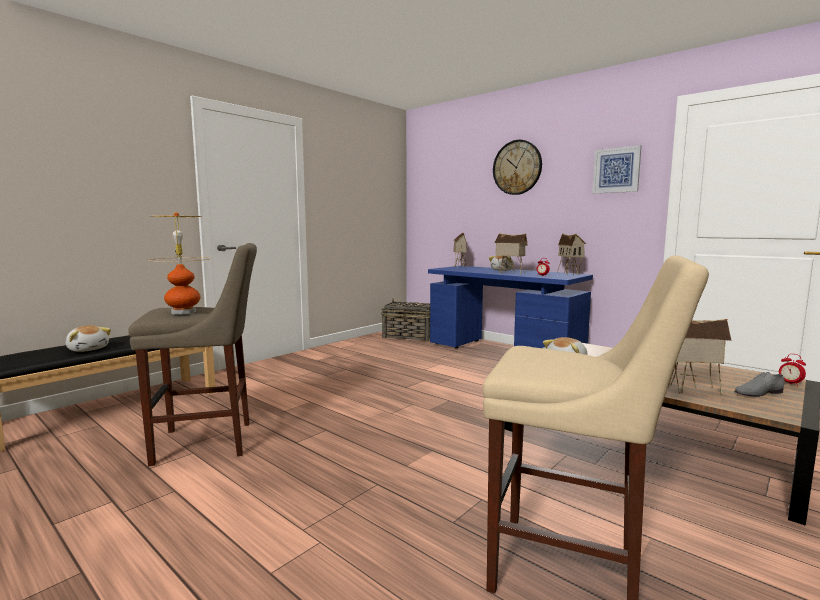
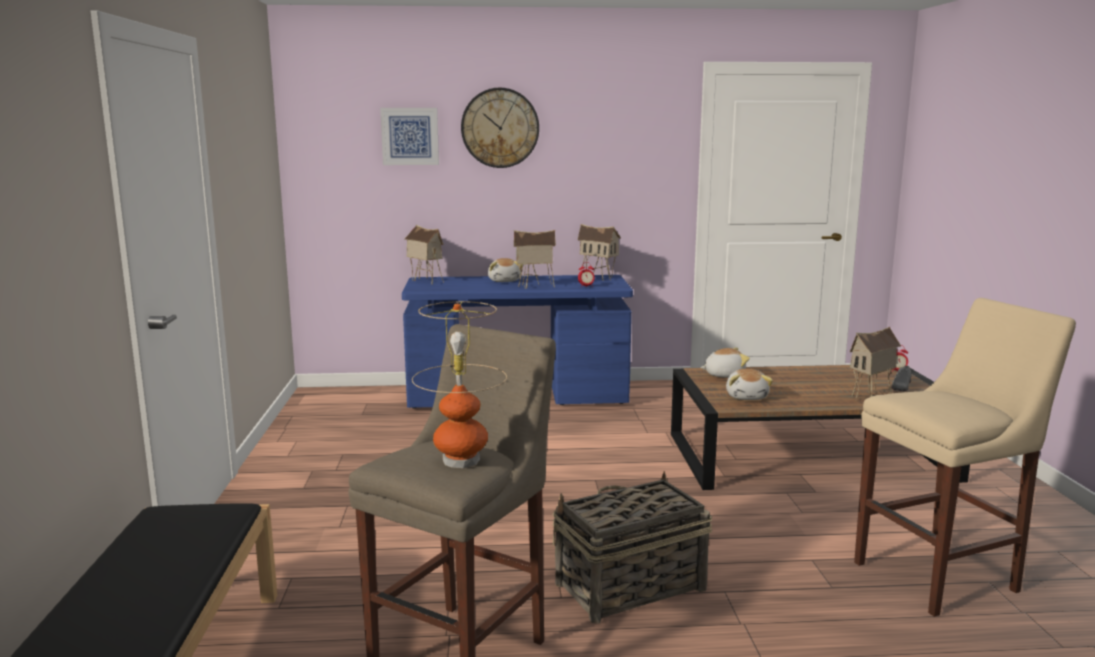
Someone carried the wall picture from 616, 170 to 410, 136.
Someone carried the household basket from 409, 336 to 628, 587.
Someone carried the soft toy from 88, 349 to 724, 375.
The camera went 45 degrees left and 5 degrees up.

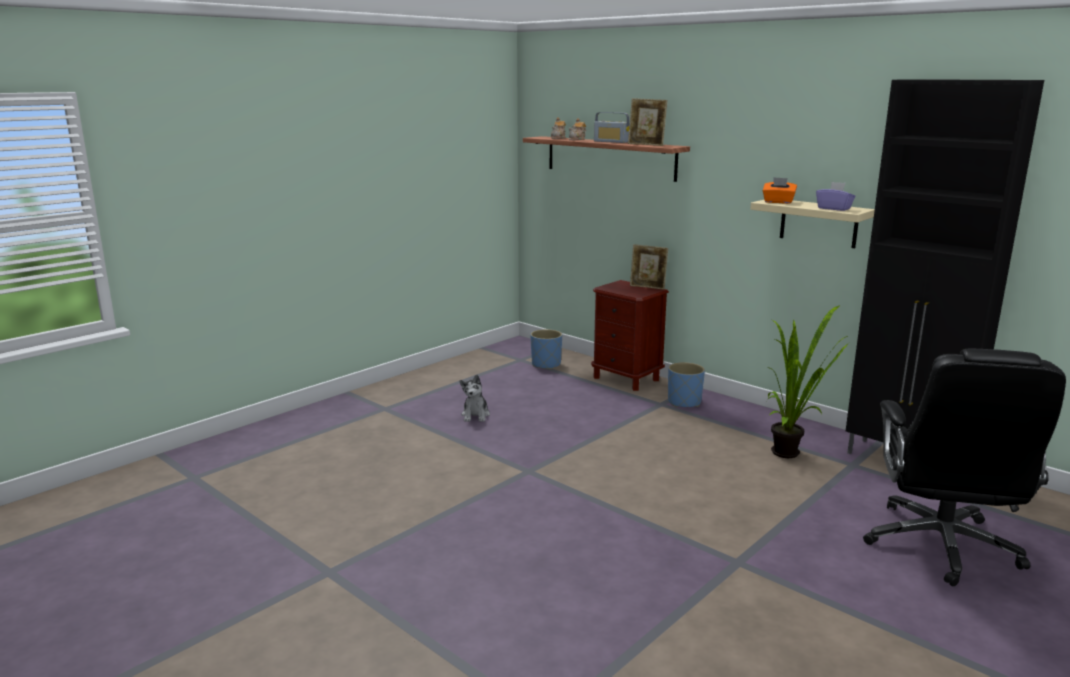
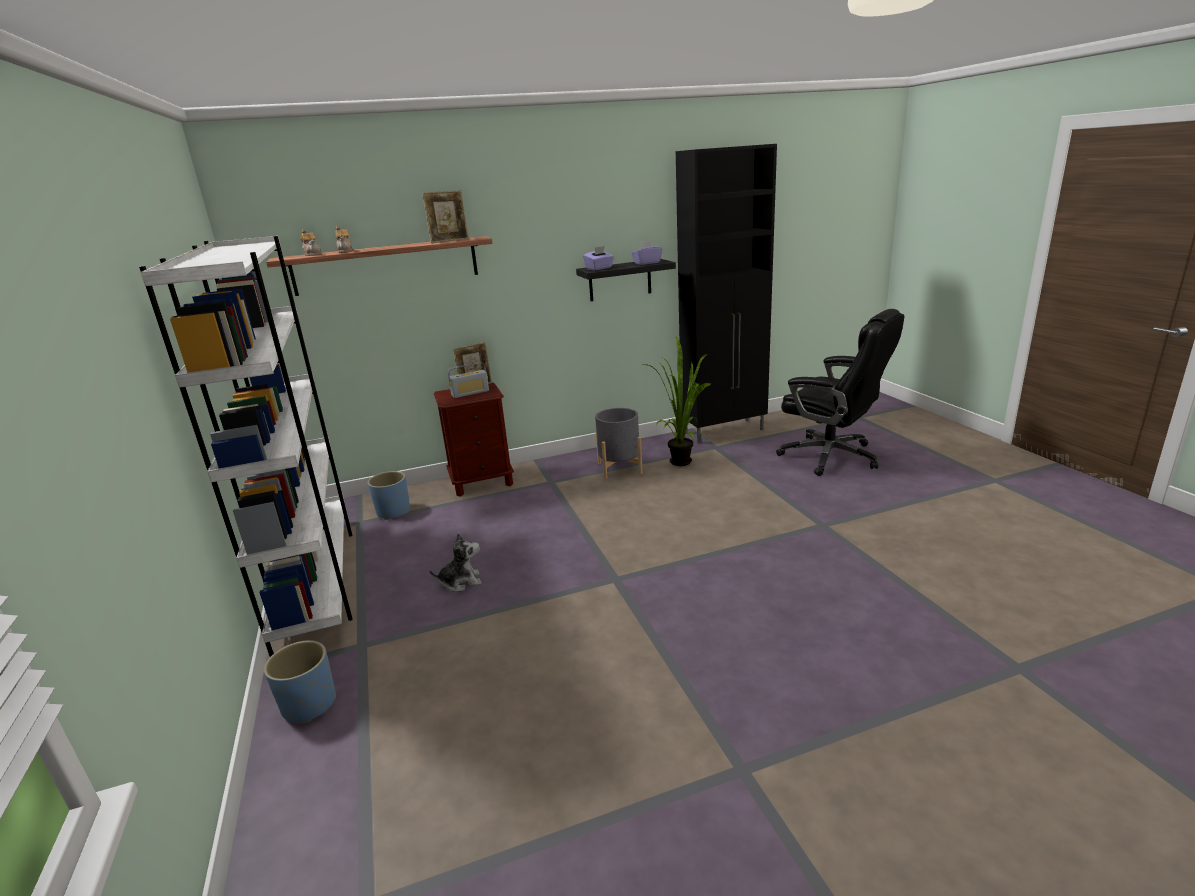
Someone carried the radio receiver from 611, 141 to 470, 393.
Someone repainted the tissue box in orange-coloured at 778, 202, which became the tissue box in purplish at 599, 268.
Someone repainted the shelf in beige at 818, 223, which became the shelf in blackish at 620, 280.
Someone carried the flower pot in bluish from 684, 402 to 309, 705.
Someone rotated the soft toy at 475, 415 by 45 degrees counterclockwise.
Someone put down the bookcase in white at 316, 580.
Someone put down the flower pot in gray at 619, 468.
The camera went 60 degrees left and 5 degrees up.

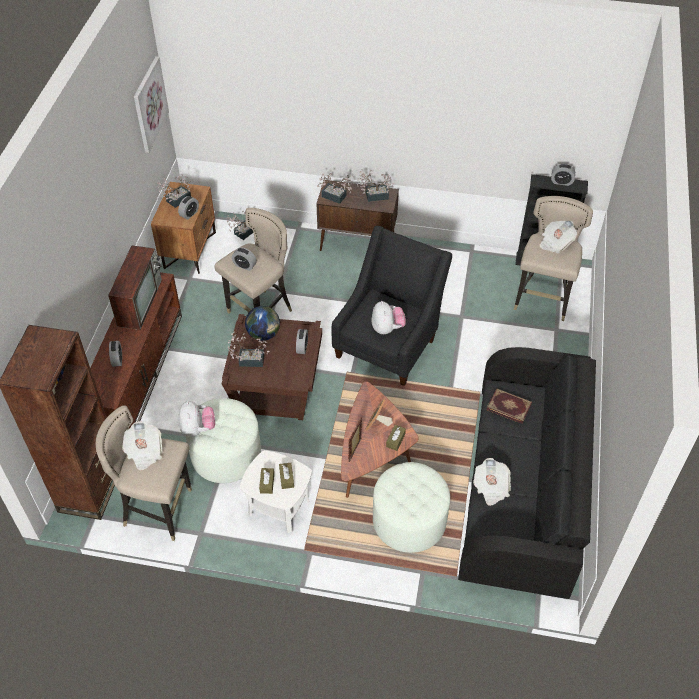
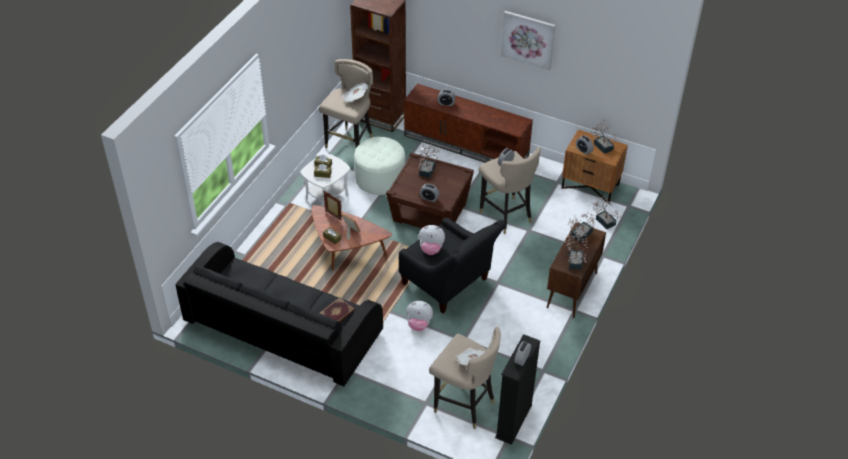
Someone carried the wall picture from 149, 104 to 528, 39.
Someone took away the TV at 139, 301.
Someone took away the world globe at 264, 334.
Someone carried the soft toy from 197, 429 to 419, 324.
Someone took away the printed paper at 491, 488.
Someone took away the ottoman in white at 409, 520.
The camera went 105 degrees right and 5 degrees down.

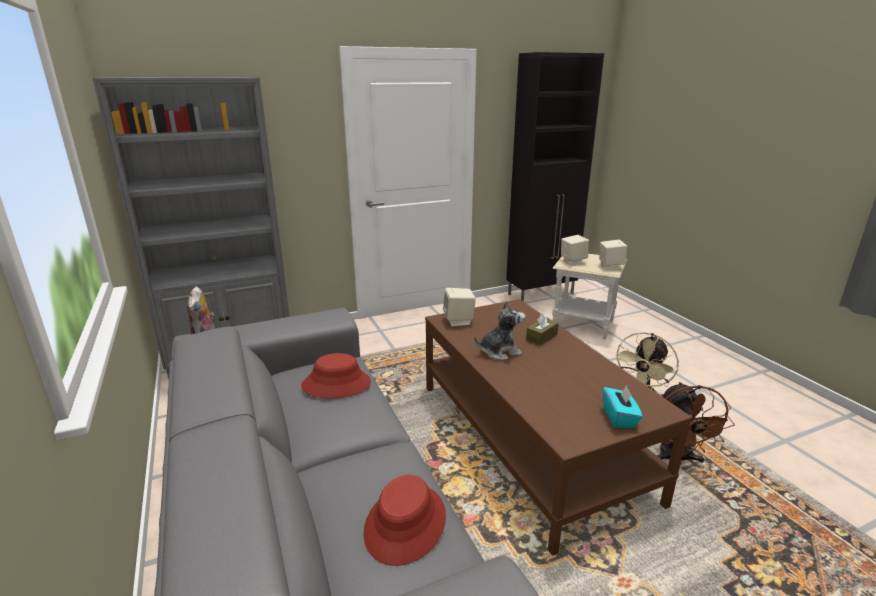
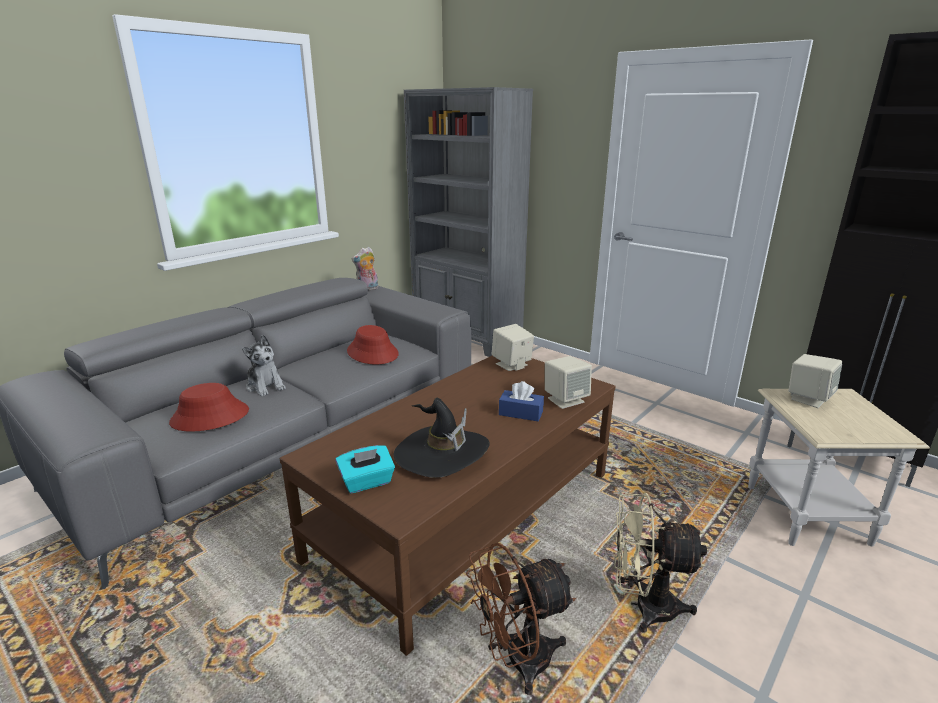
Someone carried the loudspeaker in beige from 610, 266 to 565, 400.
Someone carried the soft toy from 499, 352 to 265, 386.
Someone repainted the tissue box in brown-coloured at 541, 337, which became the tissue box in bluish at 521, 413.
Someone put down the clothing hat in blackish at 441, 454.
The camera went 65 degrees right and 0 degrees up.

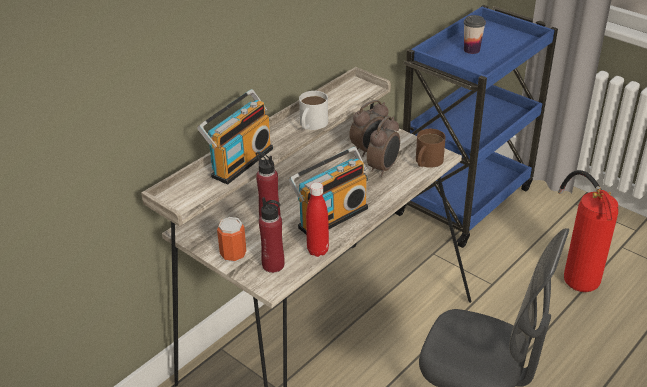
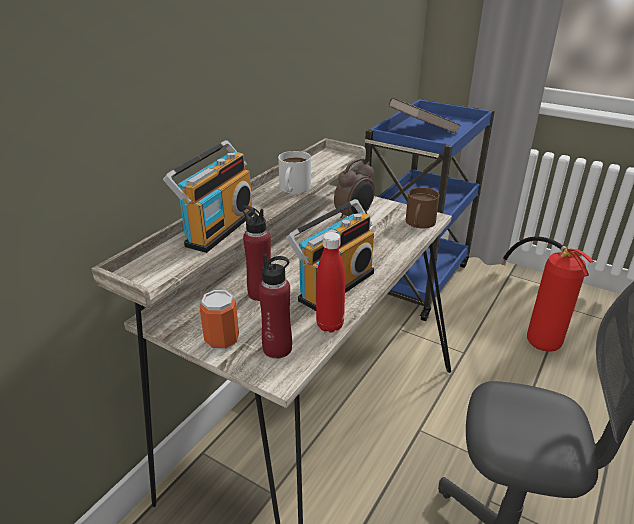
Someone swapped the cup at 471, 50 for the book in brown-coloured at 422, 131.
Someone took away the table clock at 383, 168.
The camera went 10 degrees left and 5 degrees down.

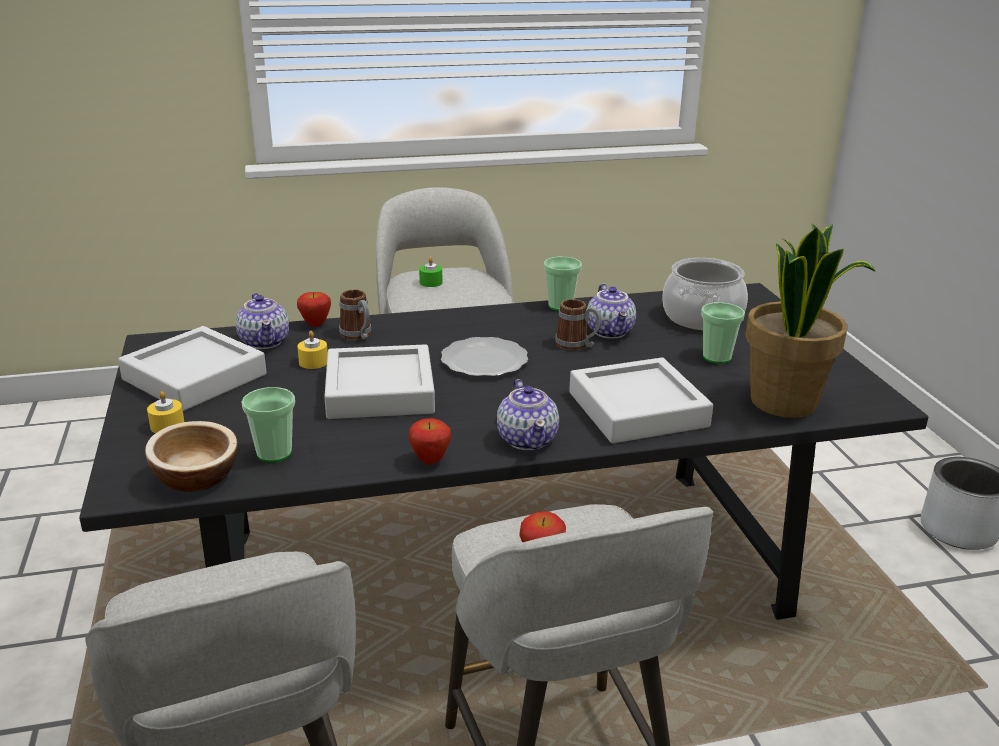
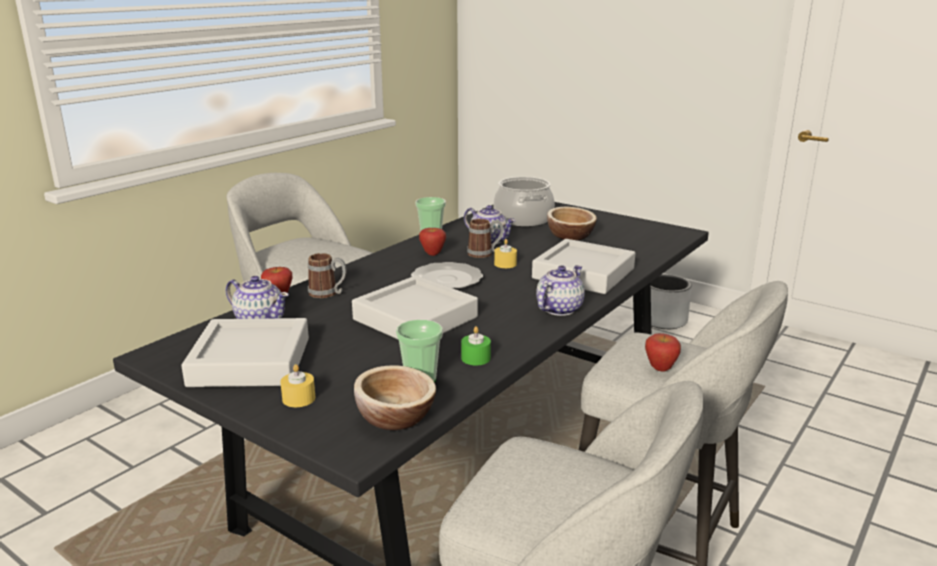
Someone took away the potted plant at 785, 402.
Someone carried the wax light in green-coloured from 431, 282 to 475, 358.
Someone swapped the cup at 717, 357 for the deep dish at 570, 236.
Someone carried the wax light in yellow-coloured from 313, 362 to 505, 264.
Someone rotated the tea pot at 527, 439 by 90 degrees counterclockwise.
Someone carried the whole apple from 430, 461 to 433, 254.
The camera went 40 degrees left and 5 degrees down.

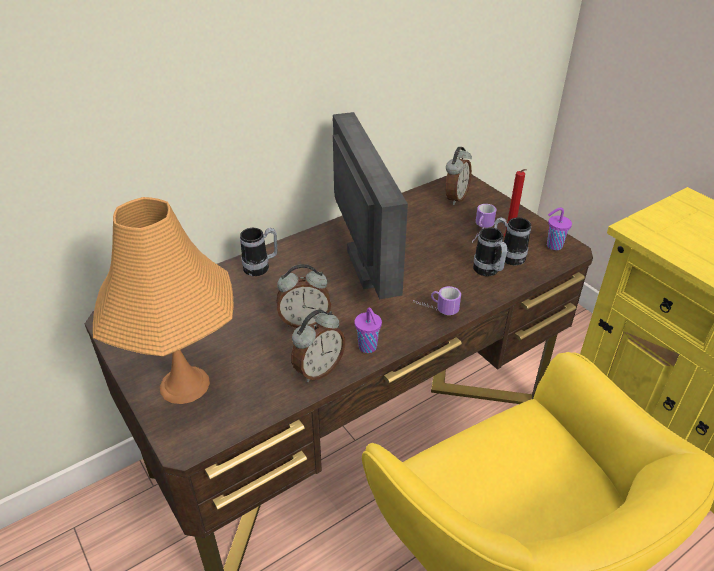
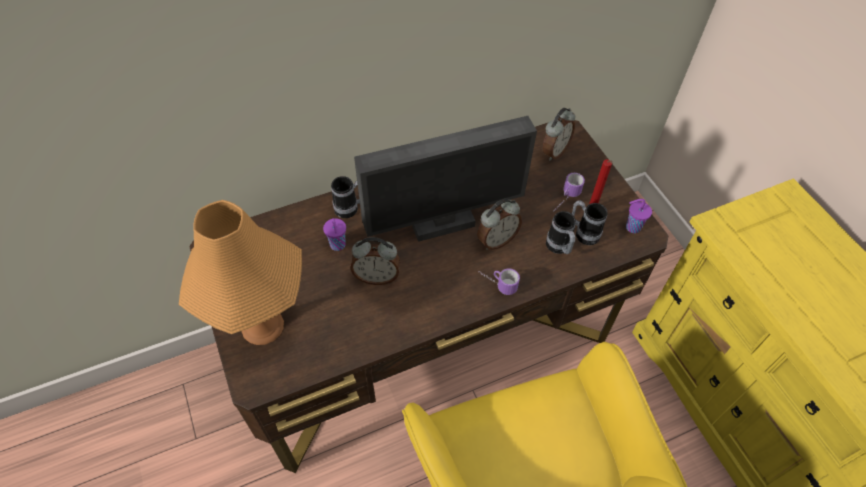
Someone rotated the monitor at 362, 268 by 75 degrees clockwise.
Someone carried the cup in purplish from 368, 348 to 338, 245.
Someone carried the table clock from 318, 369 to 496, 240.
The camera went 10 degrees right and 15 degrees up.

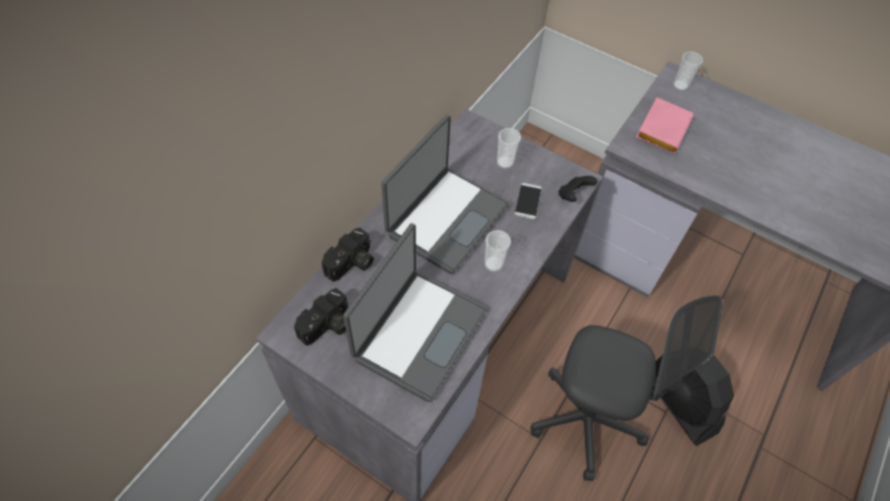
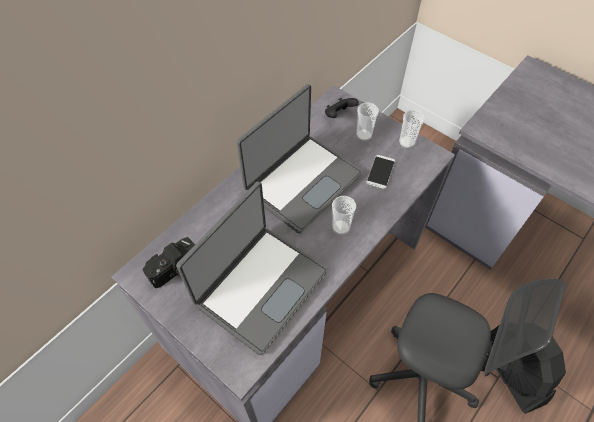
Someone carried the cup from 680, 85 to 407, 142.
Someone took away the book in pinkish at 661, 128.
Someone carried the joypad in blackish from 573, 195 to 339, 115.
Someone took away the photo camera at 352, 264.
The camera went 10 degrees right and 0 degrees up.

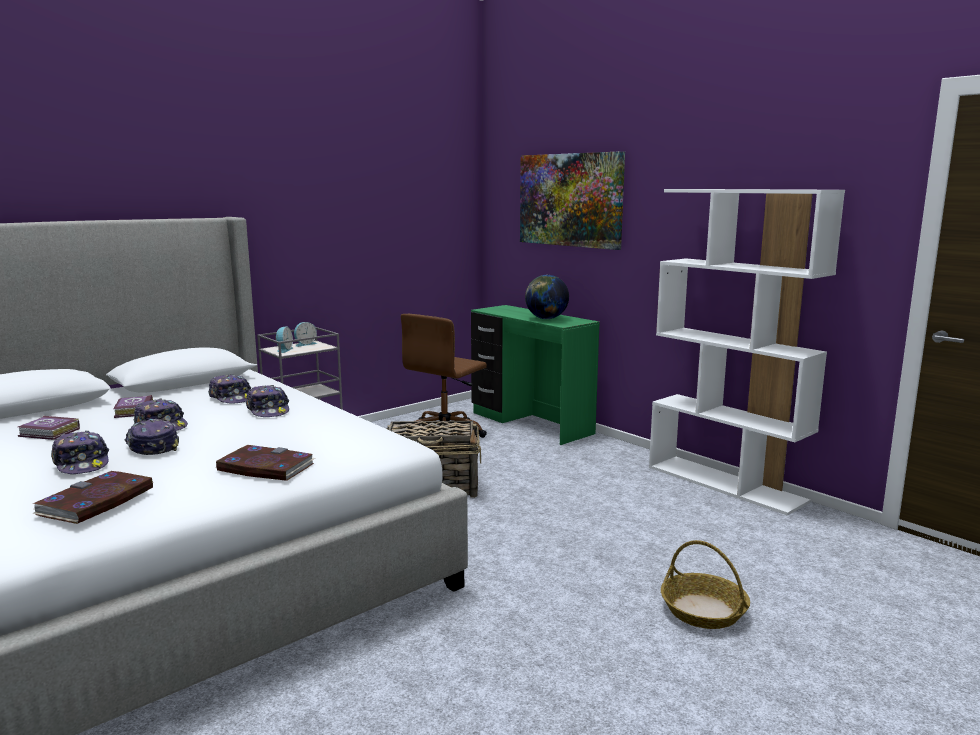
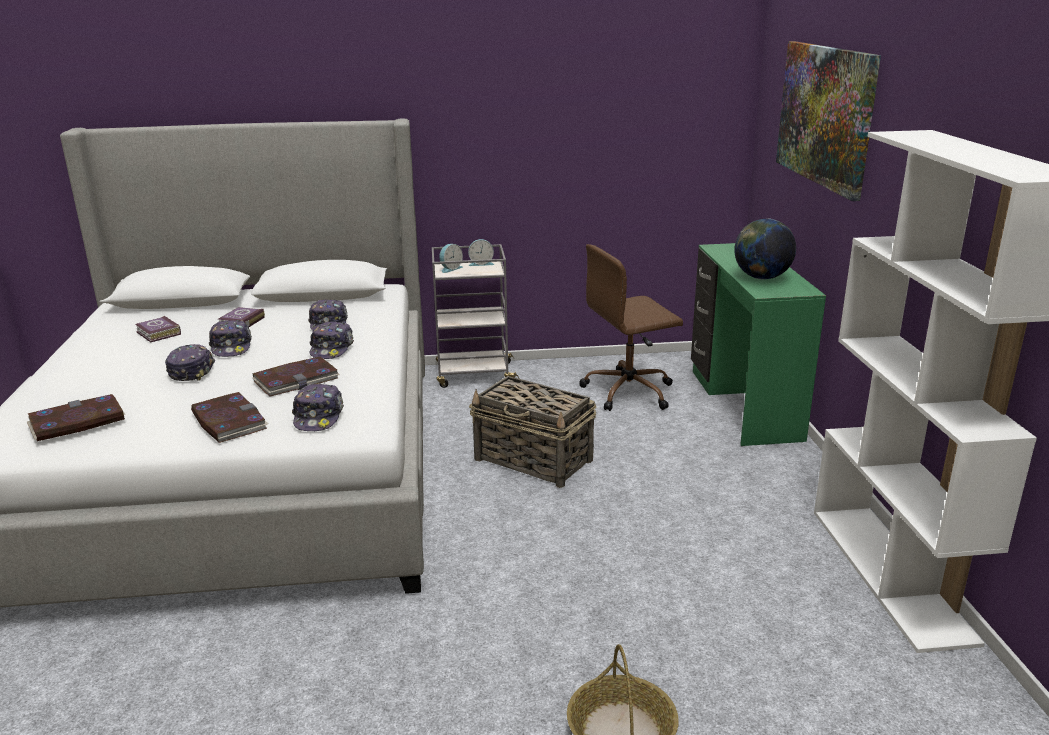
Someone carried the baseball cap from 82, 463 to 319, 417.
Someone put down the book at 296, 380.
The camera went 35 degrees right and 10 degrees up.

